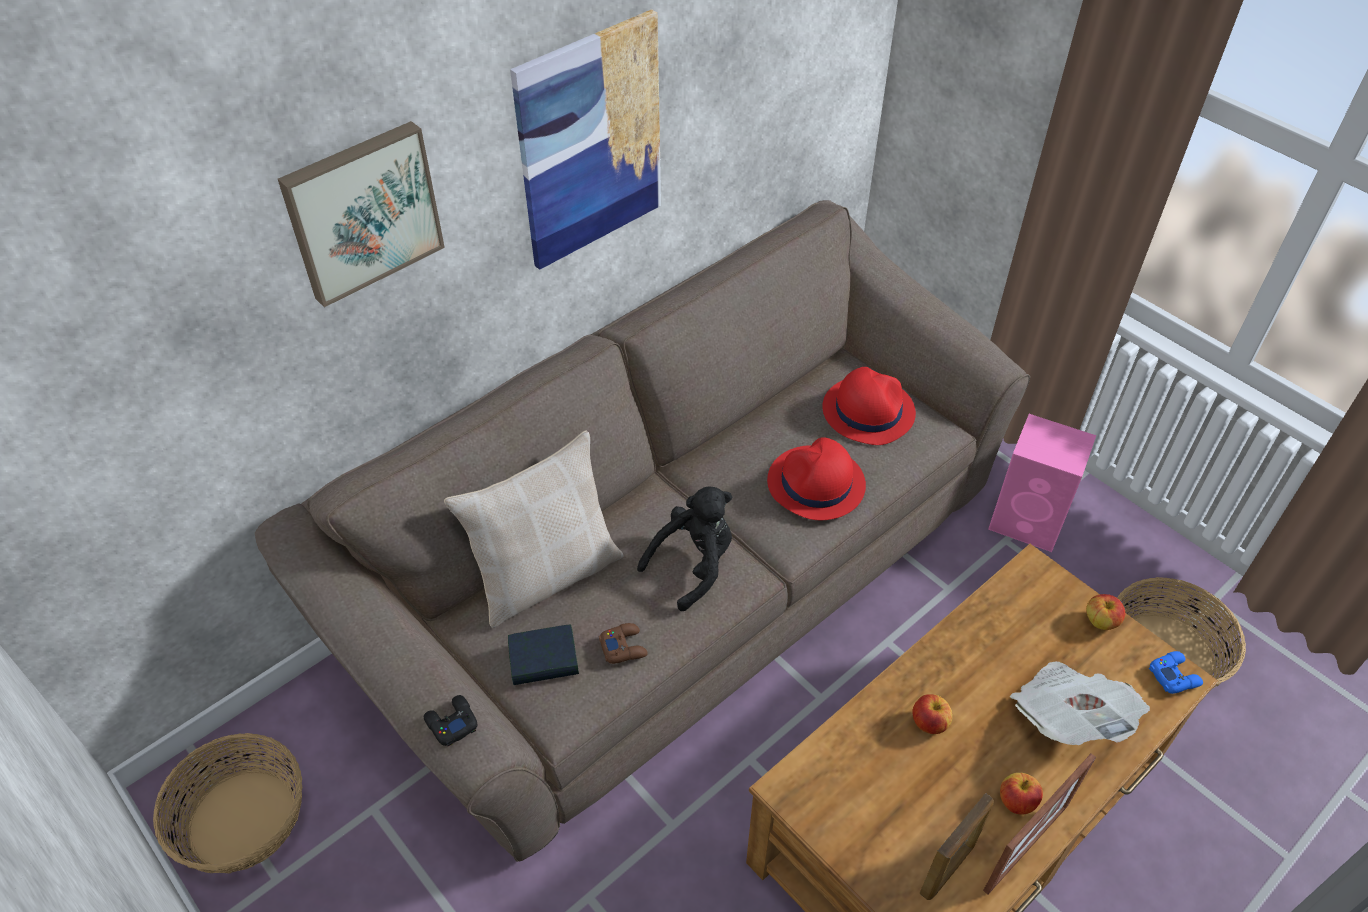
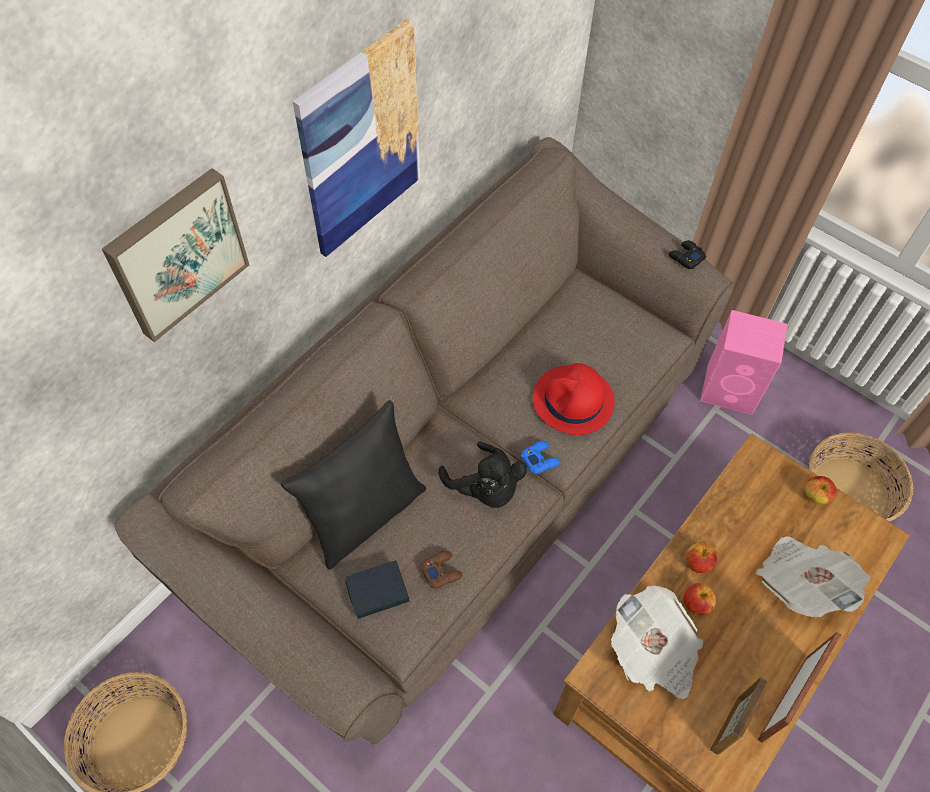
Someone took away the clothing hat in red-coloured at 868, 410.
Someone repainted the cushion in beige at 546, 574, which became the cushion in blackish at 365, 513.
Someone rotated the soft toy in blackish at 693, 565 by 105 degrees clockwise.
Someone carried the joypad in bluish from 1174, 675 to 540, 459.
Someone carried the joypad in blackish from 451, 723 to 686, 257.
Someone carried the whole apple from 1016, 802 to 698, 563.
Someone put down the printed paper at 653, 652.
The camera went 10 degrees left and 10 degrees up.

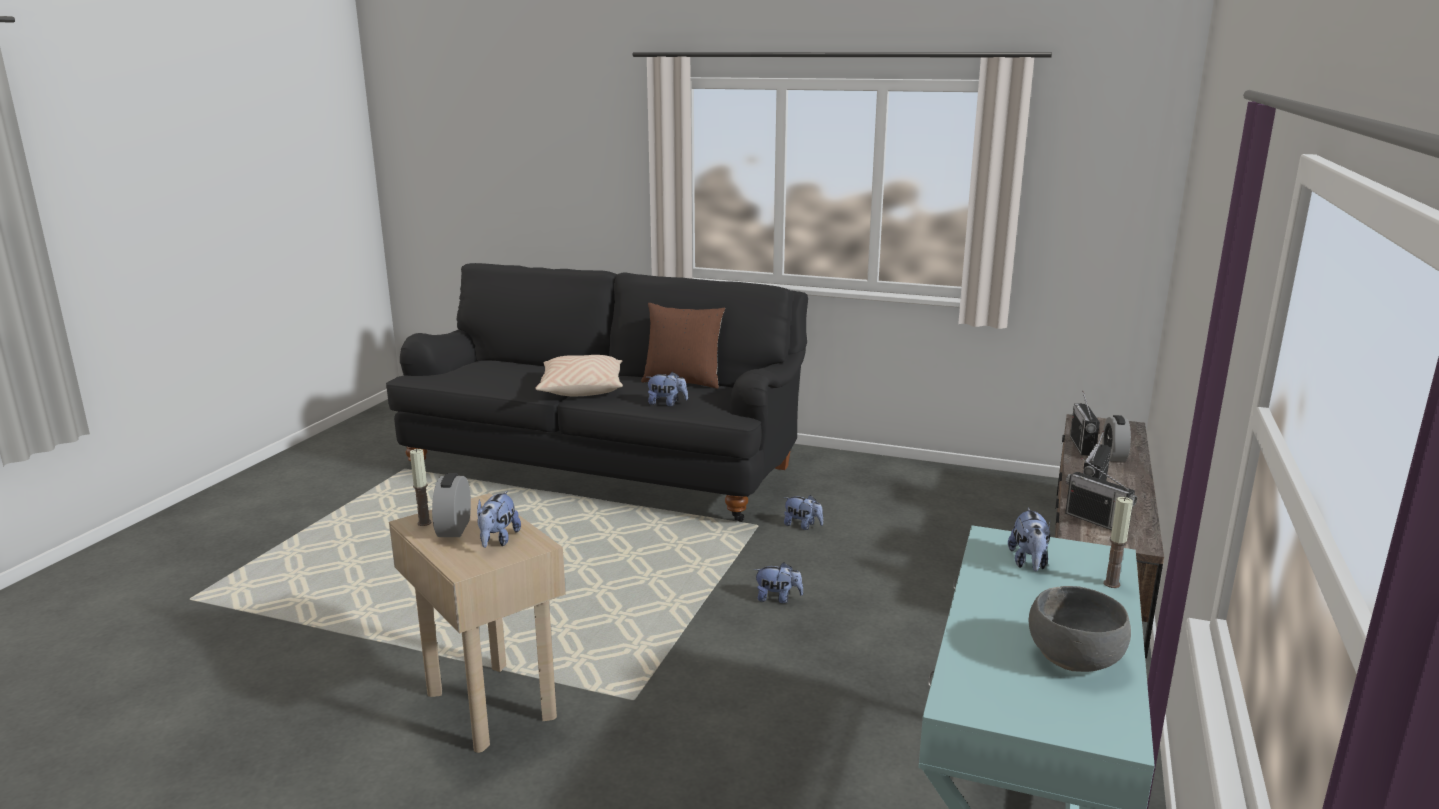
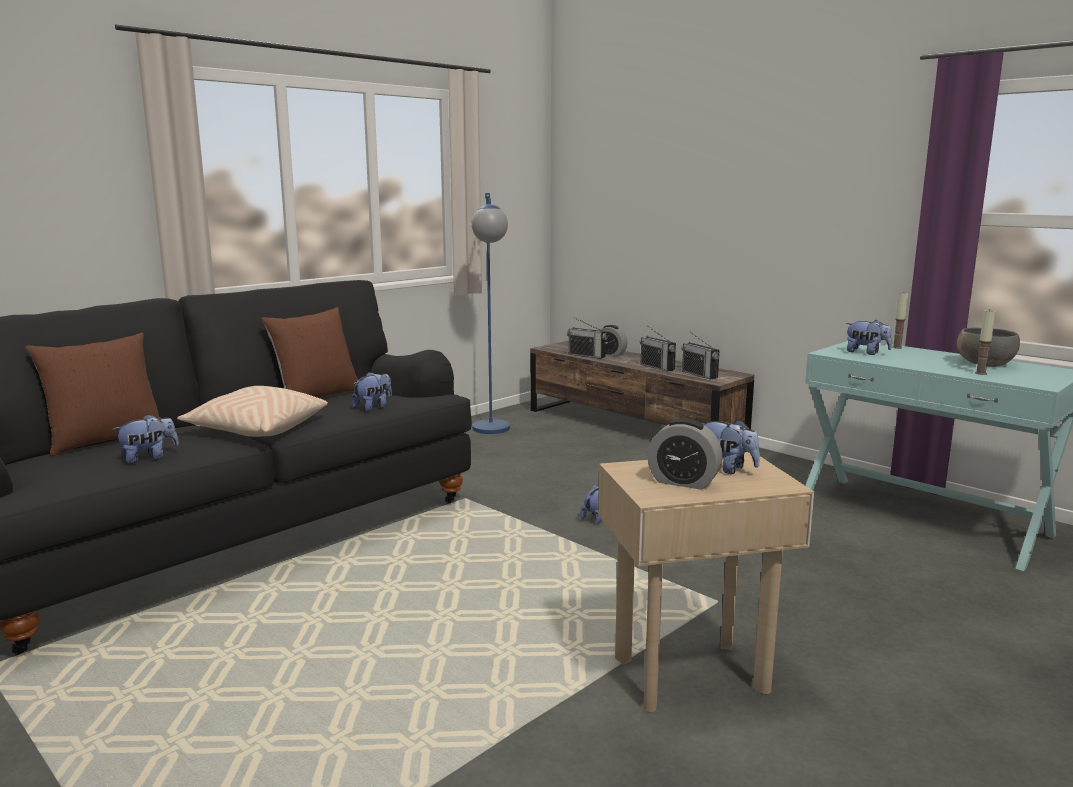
Someone carried the wax light from 424, 523 to 980, 373.
Someone rotated the radio receiver at 1096, 521 by 75 degrees clockwise.
Someone carried the soft toy from 802, 526 to 149, 458.
Someone put down the floor lamp in bluish at 492, 432.
Someone put down the cushion in brown-coloured at 106, 440.
The camera went 65 degrees left and 5 degrees down.

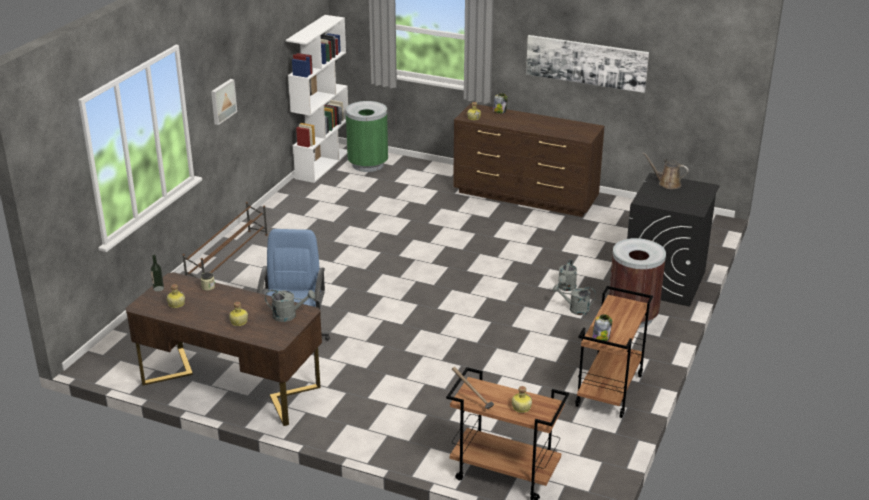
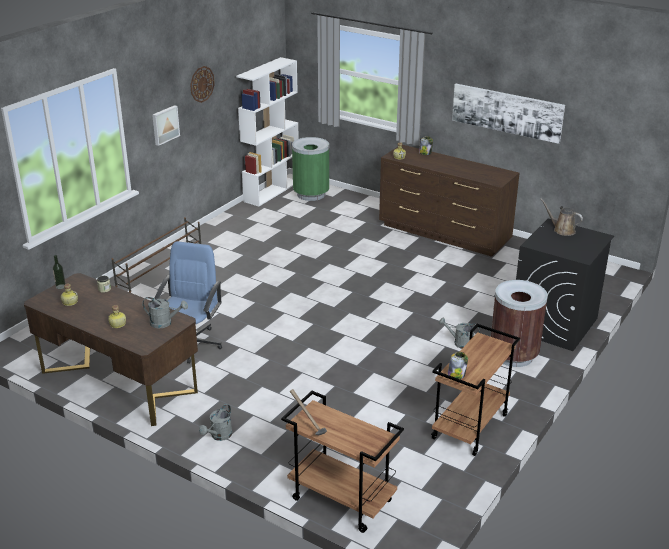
Someone carried the watering can in gray from 566, 288 to 219, 436.
Someone took away the bottle at 520, 407.
Someone put up the clock on the wall at 202, 84.
The camera went 10 degrees right and 0 degrees up.

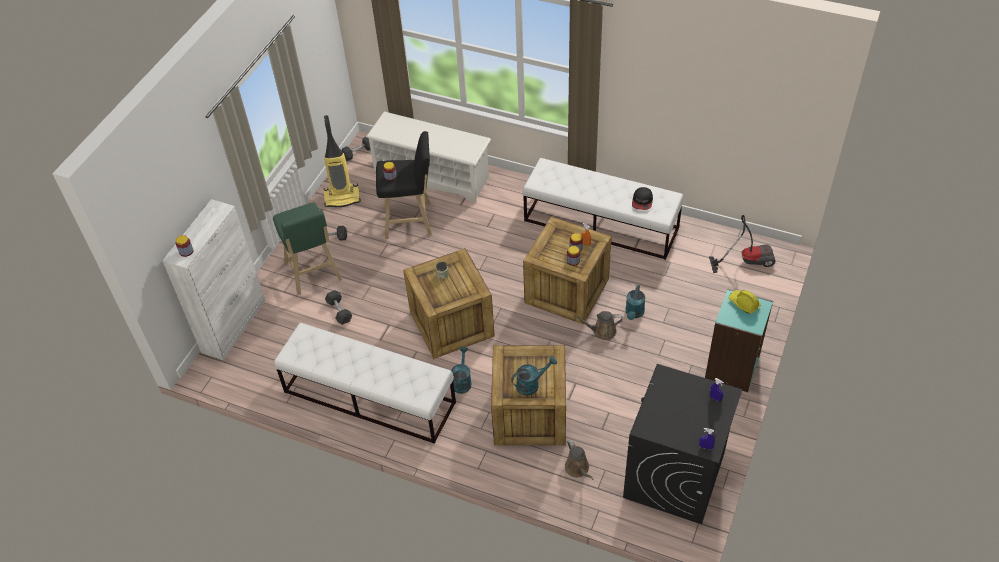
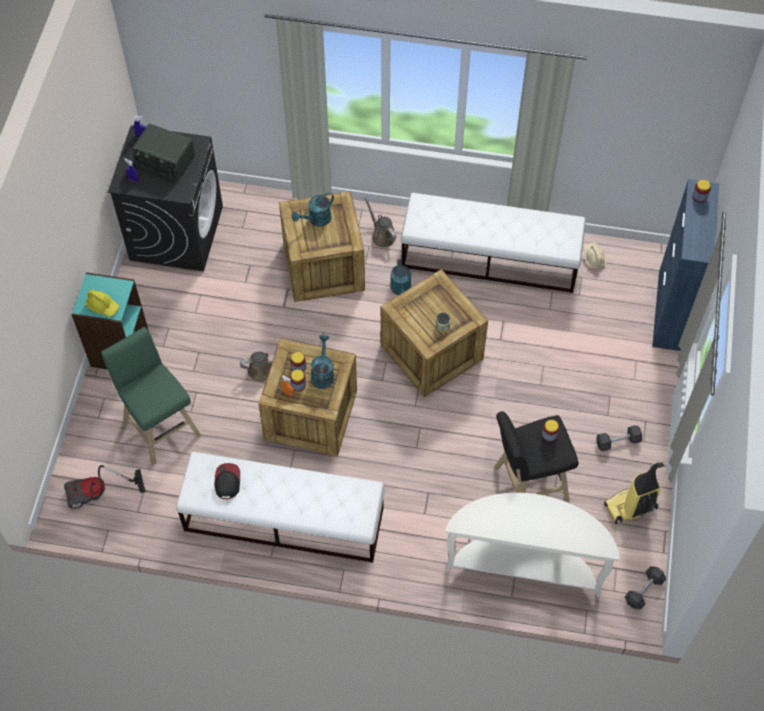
Someone swapped the shoe rack in white at 433, 176 for the narrow table in white at 524, 564.
Someone repainted the storage cabinet in white at 234, 325, which became the storage cabinet in bluish at 669, 311.
Someone carried the stool in green-coloured from 313, 273 to 160, 426.
Someone carried the watering can in turquoise-coloured from 634, 313 to 322, 373.
Someone took away the free weight in gray at 339, 311.
Someone carried the watering can in brown-coloured from 578, 469 to 382, 235.
Someone put down the radio receiver at 165, 161.
Someone put down the work helmet in beige at 593, 257.
The camera went 165 degrees right and 10 degrees up.

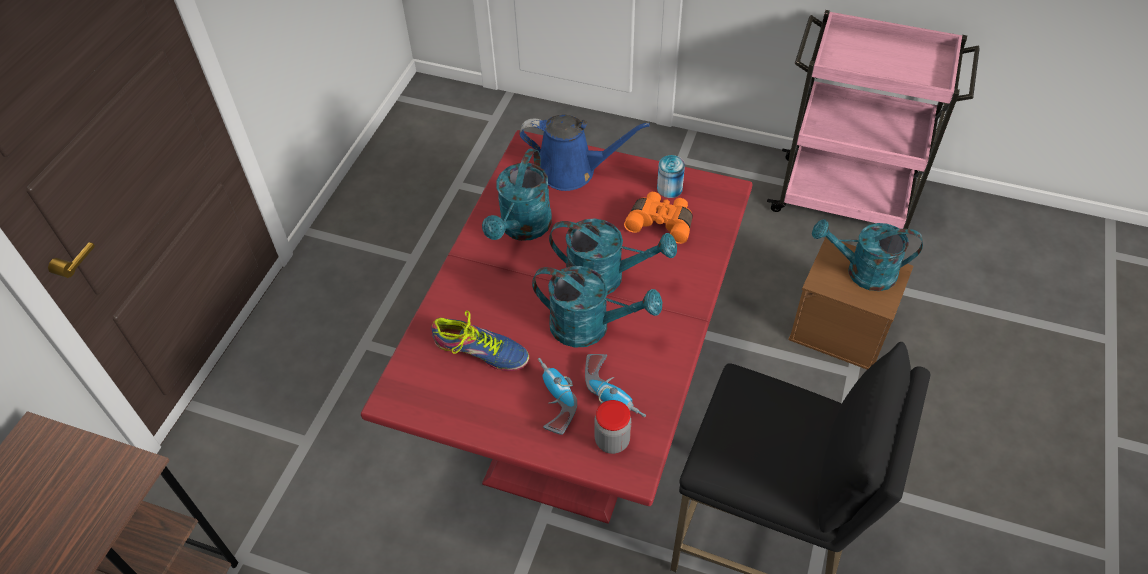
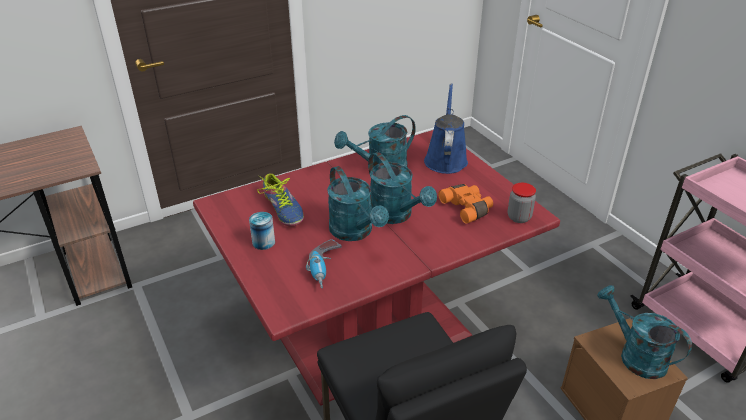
Someone rotated the watering can in bluish at 572, 171 by 135 degrees counterclockwise.
Someone carried the sealed can from 669, 188 to 263, 242.
Someone took away the drill at 552, 401.
Someone carried the preserve jar from 612, 440 to 519, 217.
The camera went 40 degrees right and 15 degrees down.

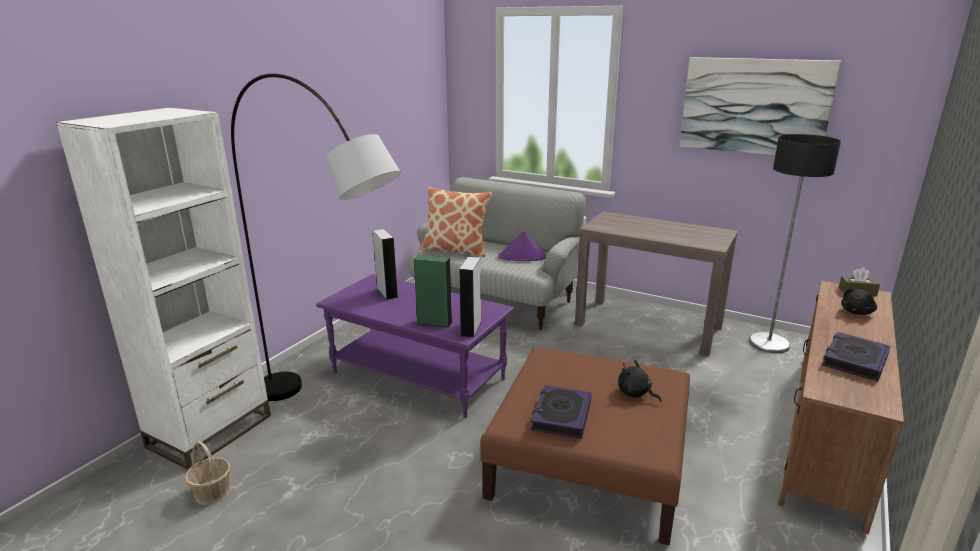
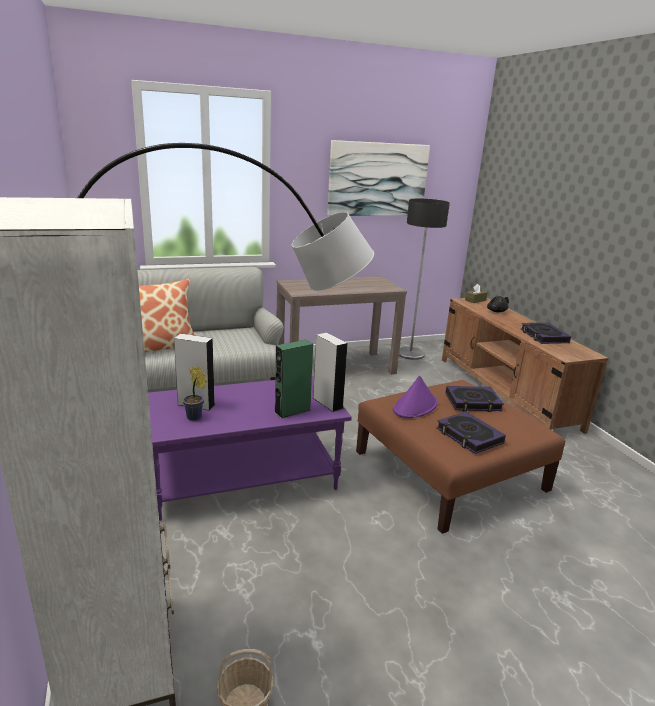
Someone carried the clothing hat in purplish from 522, 257 to 415, 406.
Someone swapped the soft toy in blackish at 635, 393 for the book at 473, 402.
Someone put down the potted plant at 195, 418.
The camera went 50 degrees left and 0 degrees up.

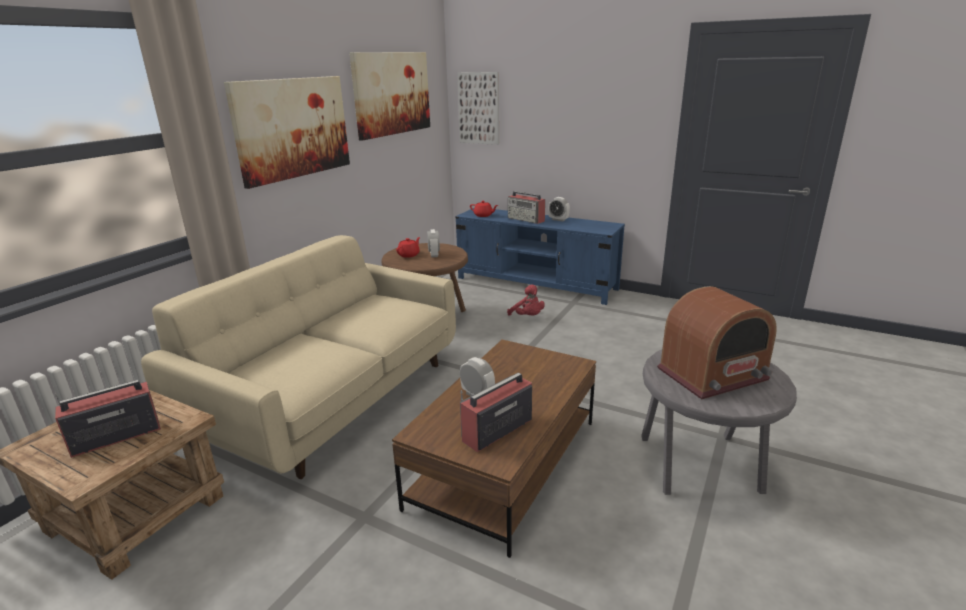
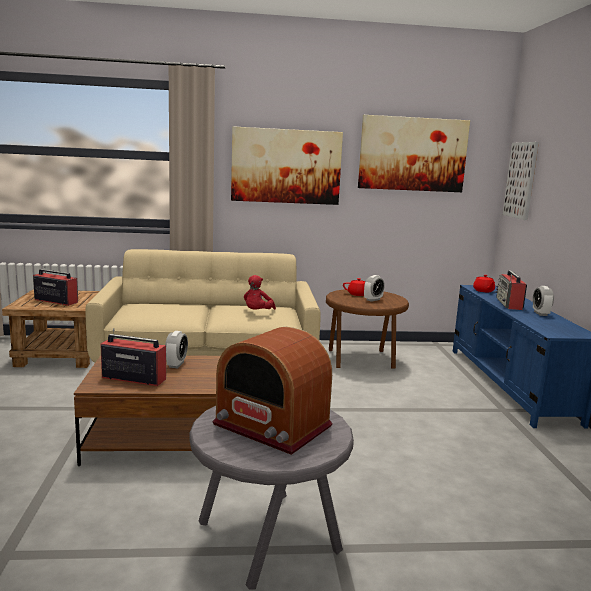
Someone carried the soft toy in red-coloured from 528, 317 to 257, 313.
The camera went 55 degrees right and 10 degrees down.

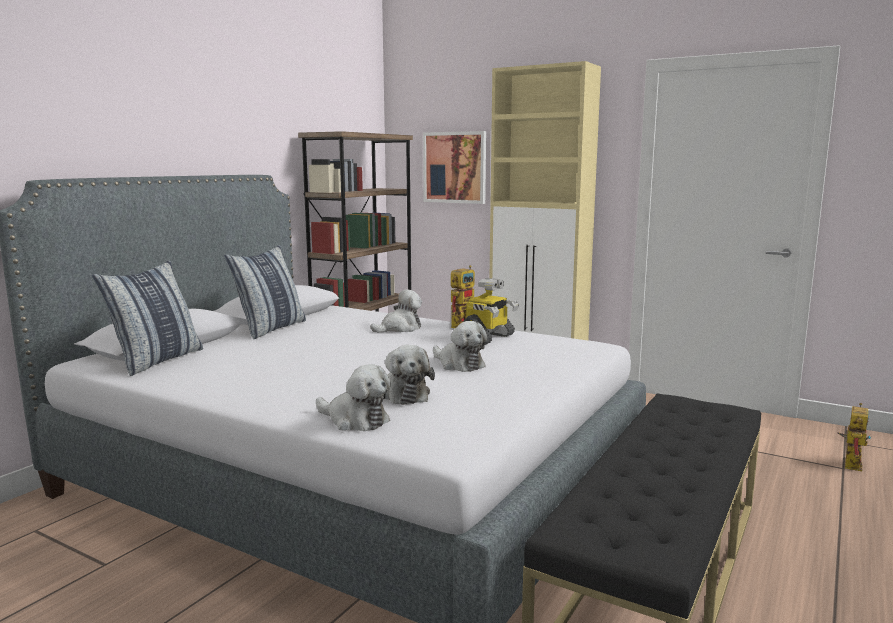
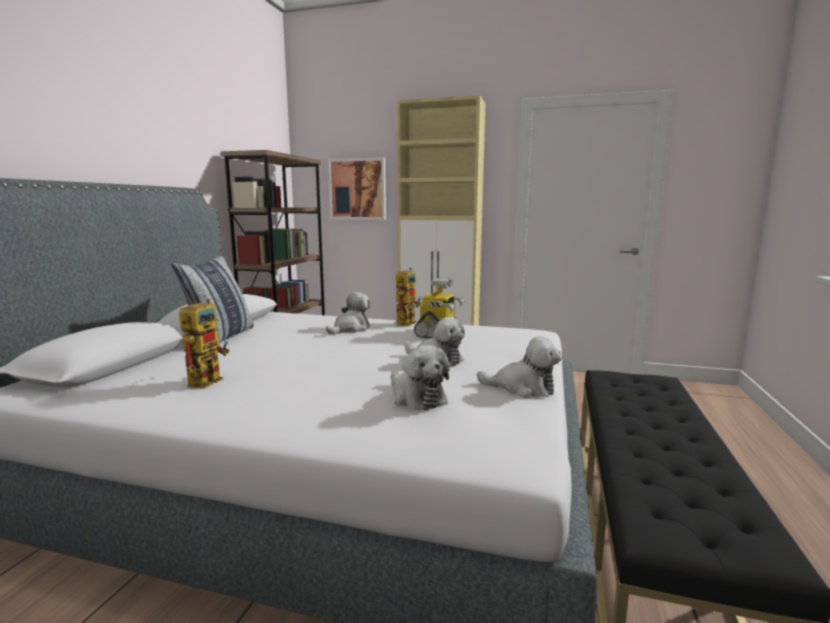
Someone took away the cushion at 157, 360.
Someone carried the soft toy from 355, 420 to 522, 388.
Someone carried the robot figure from 850, 463 to 208, 379.
The camera went 15 degrees left and 0 degrees up.

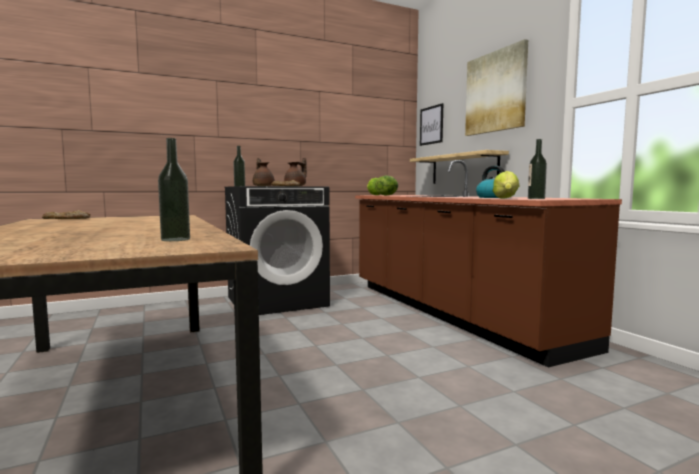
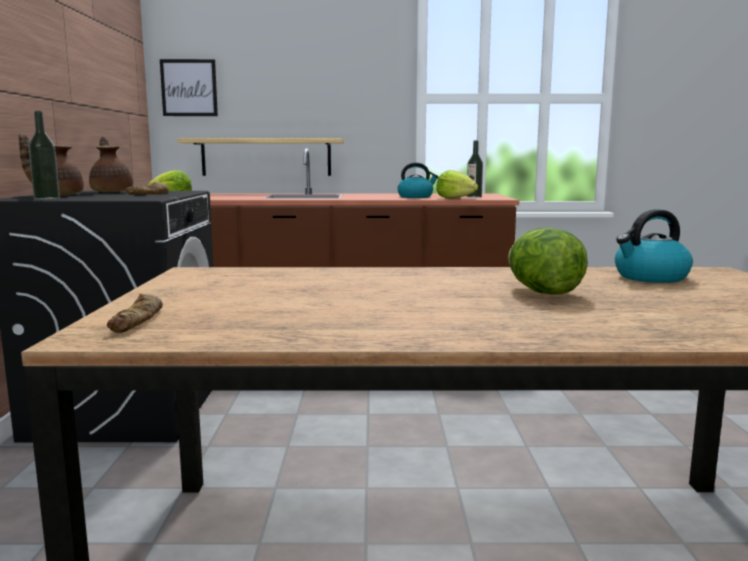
Someone took away the wall picture at 495, 92.
Someone swapped the bottle at 175, 239 for the water kettle at 650, 277.
Someone carried the lettuce from 387, 195 to 543, 292.
The camera went 65 degrees left and 5 degrees up.

